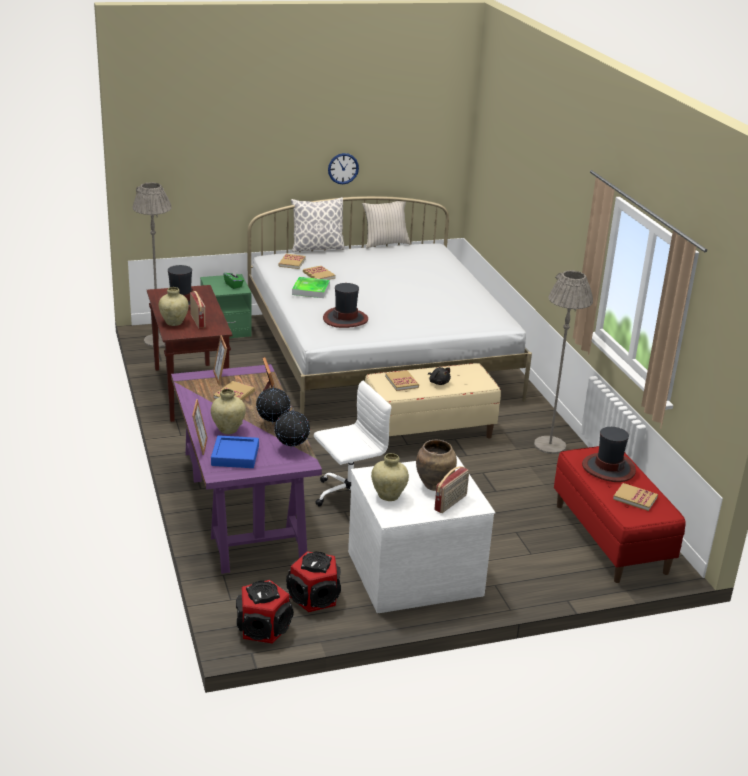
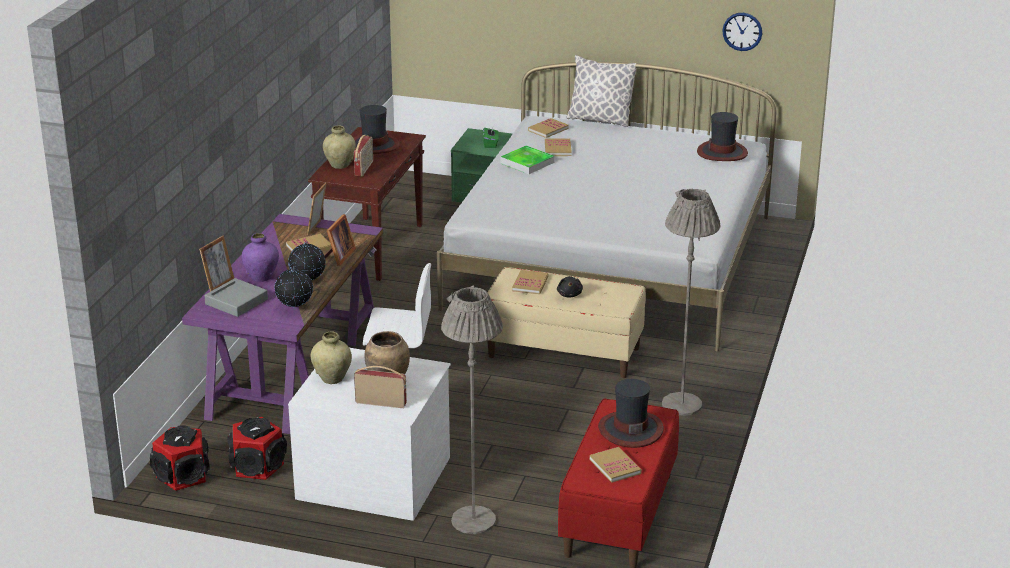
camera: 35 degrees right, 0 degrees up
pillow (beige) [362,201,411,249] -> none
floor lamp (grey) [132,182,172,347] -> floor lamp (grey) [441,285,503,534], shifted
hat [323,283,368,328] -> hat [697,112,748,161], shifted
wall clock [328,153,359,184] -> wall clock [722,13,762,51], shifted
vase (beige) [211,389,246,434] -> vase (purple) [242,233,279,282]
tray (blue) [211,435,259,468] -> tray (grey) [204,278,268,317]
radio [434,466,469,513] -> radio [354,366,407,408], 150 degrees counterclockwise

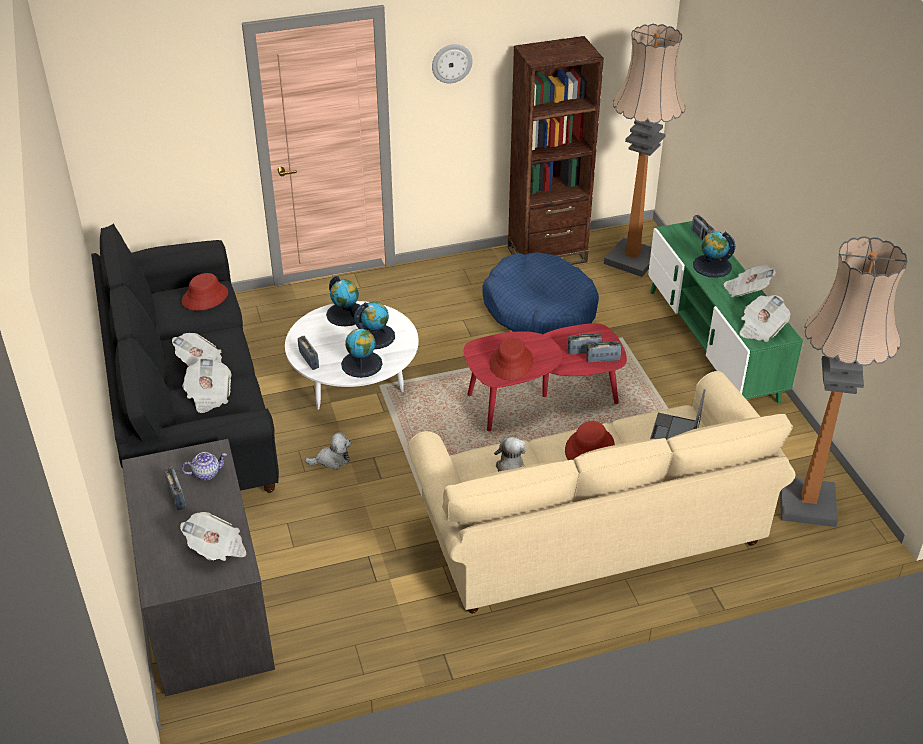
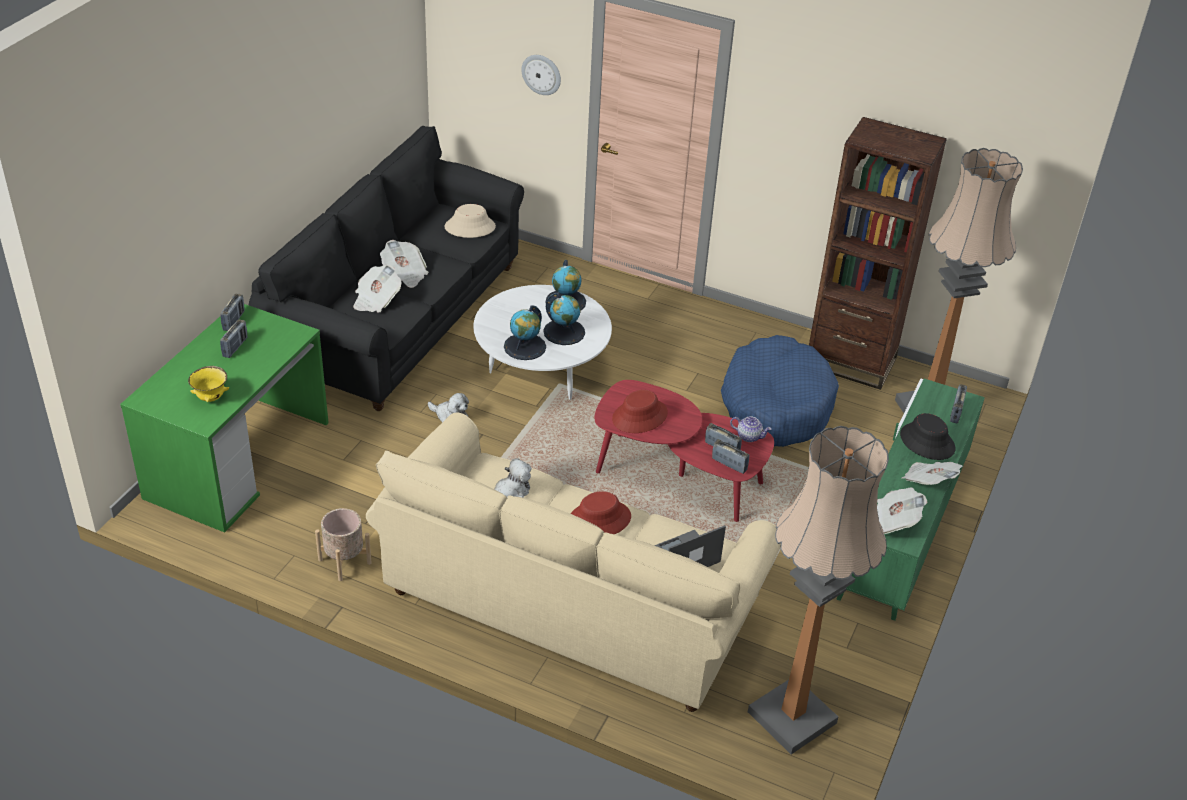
camera: 40 degrees right, 0 degrees up
none -> planter (beige) [315,508,372,581]
teapot [182,452,227,480] -> teapot [730,416,771,442], shifted
radio [298,336,319,370] -> radio [220,294,245,331], shifted
wall clock [432,44,473,83] -> wall clock [521,55,561,95], shifted
newspaper [180,512,247,561] -> bowl (yellow) [188,366,229,402]
globe [693,231,735,278] -> hat (black) [900,413,956,460]
desk (grey) [122,439,275,696] -> desk (green) [120,304,329,533]
hat (red) [182,273,228,311] -> hat (beige) [444,204,496,238]

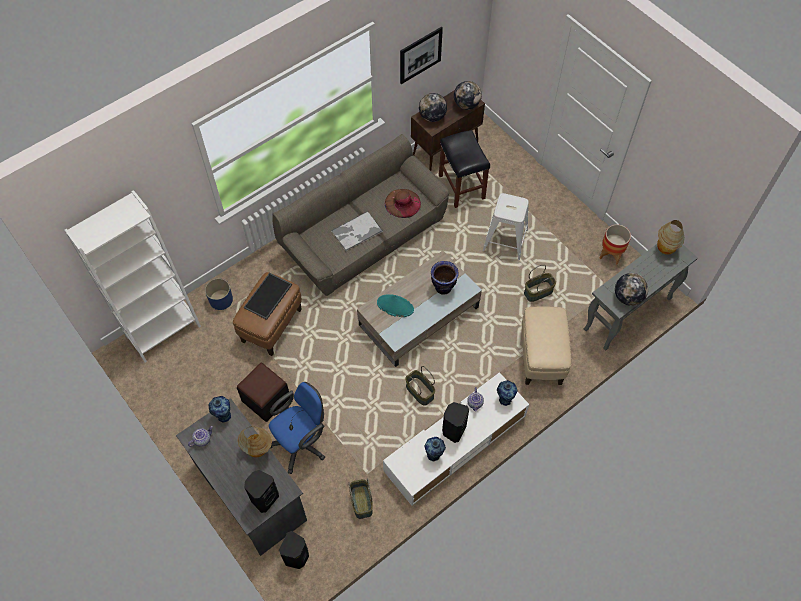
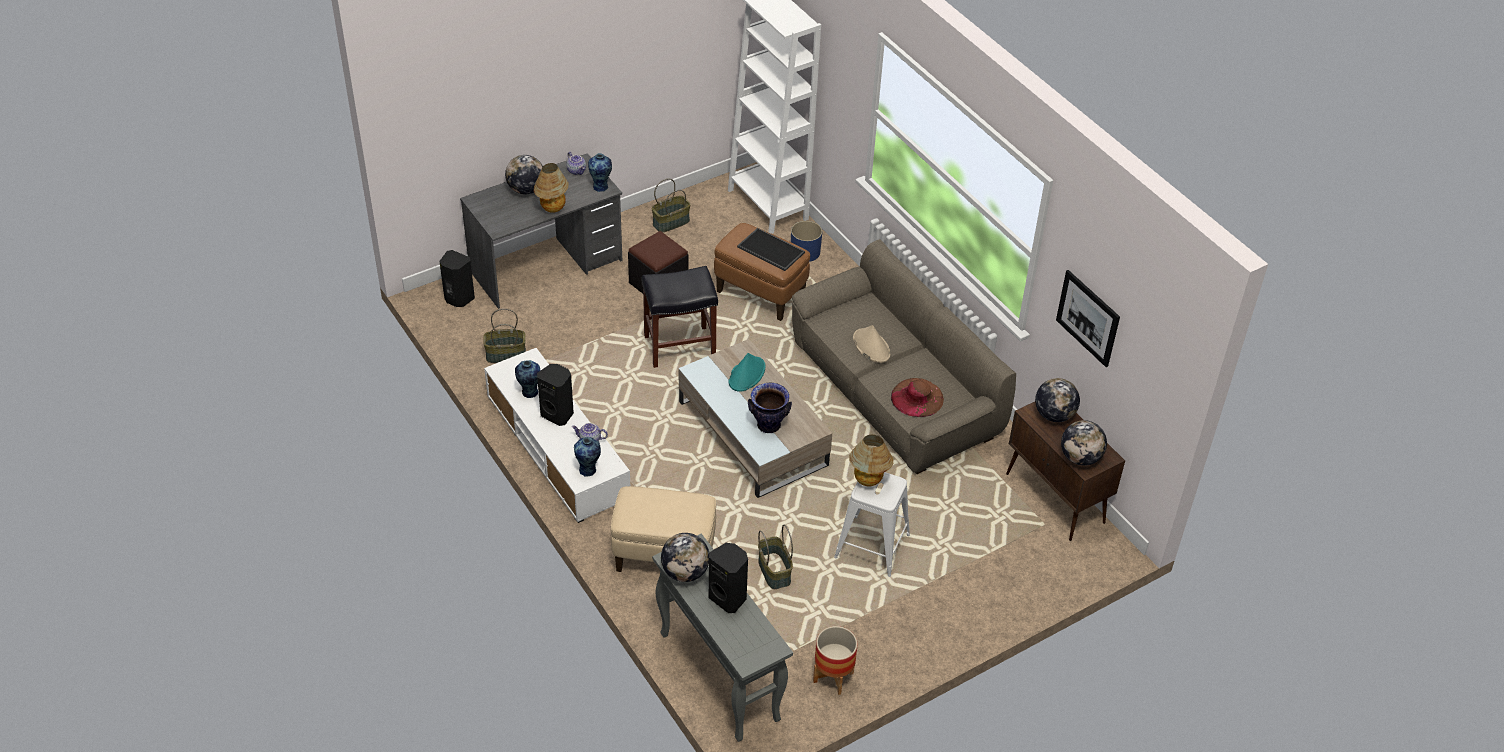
camera: 95 degrees right, 15 degrees down
office chair (blue) [269,382,325,474] -> none
none -> globe [505,155,543,195]
speaker (black) [244,470,279,513] -> speaker (black) [709,543,748,613], shifted
basket [405,366,435,406] -> basket [652,178,691,233], shifted
stool (black) [439,130,490,208] -> stool (black) [642,266,718,368], shifted
table lamp [657,220,685,255] -> table lamp [849,435,893,487], shifted
tray [331,211,383,251] -> hat (beige) [853,325,890,363]

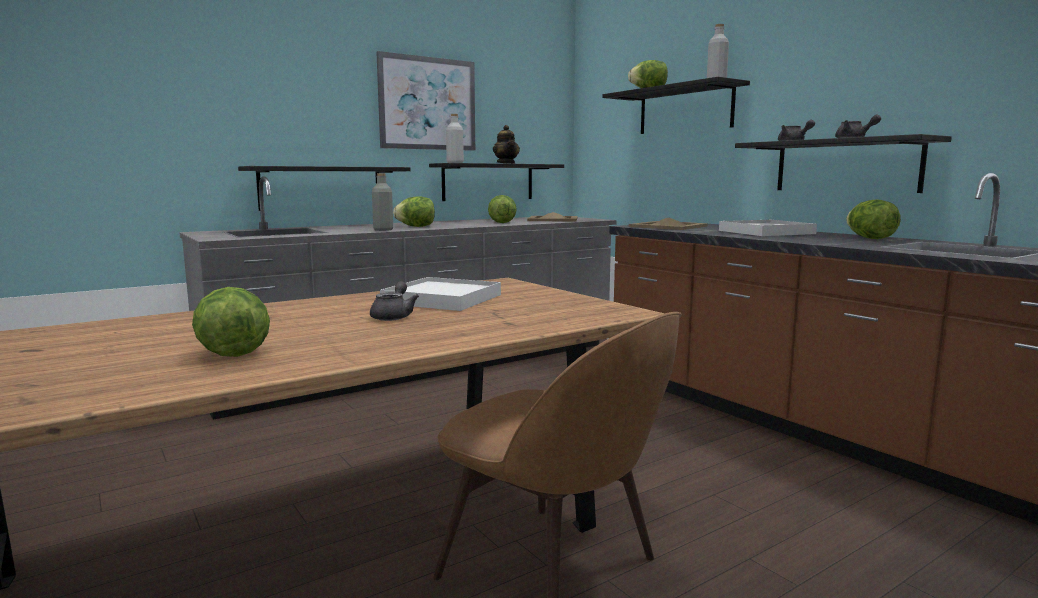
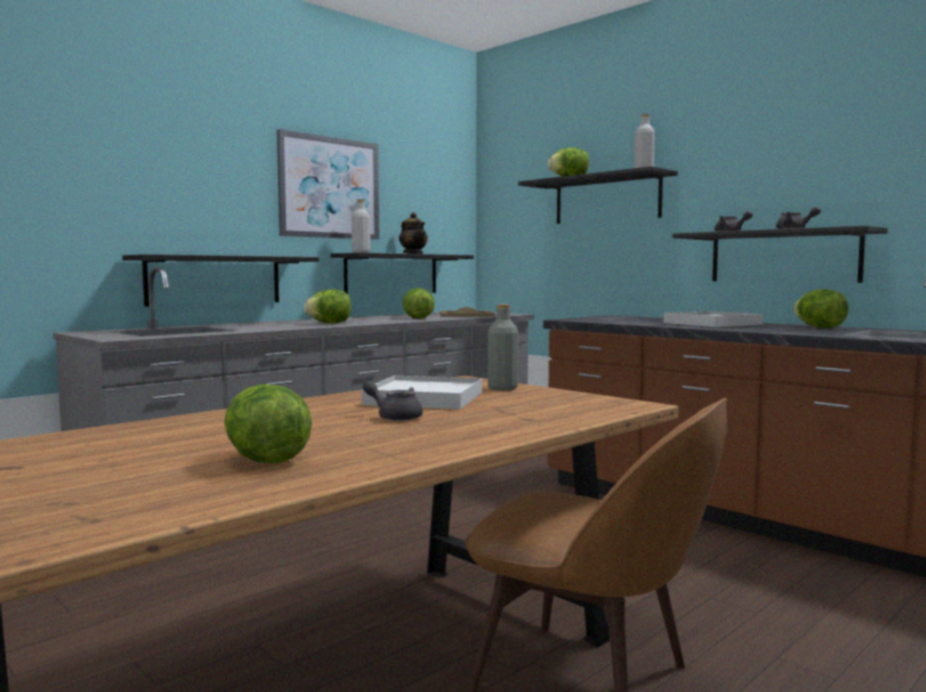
camera: 10 degrees left, 5 degrees down
tray (beige) [629,218,708,230] -> none
bottle (grey) [372,173,393,231] -> bottle (grey) [488,304,518,391], shifted
teapot (grey) [370,281,419,321] -> teapot (grey) [363,381,423,421], 60 degrees counterclockwise

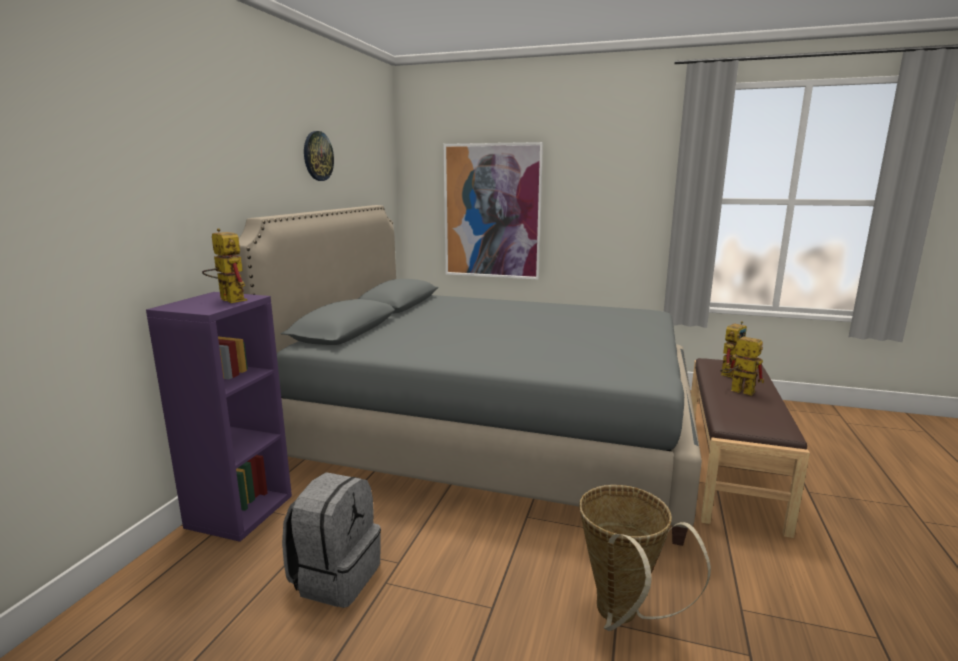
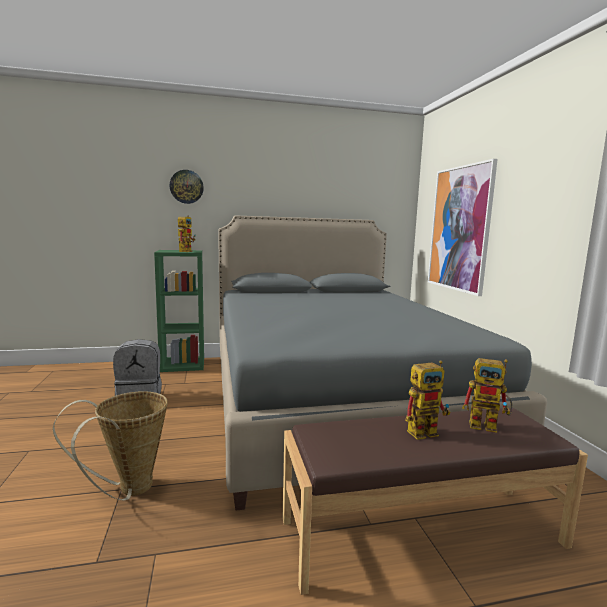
camera: 60 degrees right, 5 degrees down
wall clock [304,131,334,181] -> wall clock [170,170,204,204], shifted
bookcase (purple) [146,292,292,542] -> bookcase (green) [154,250,204,372]
toy robot [720,334,764,396] -> toy robot [405,361,450,440], 60 degrees clockwise

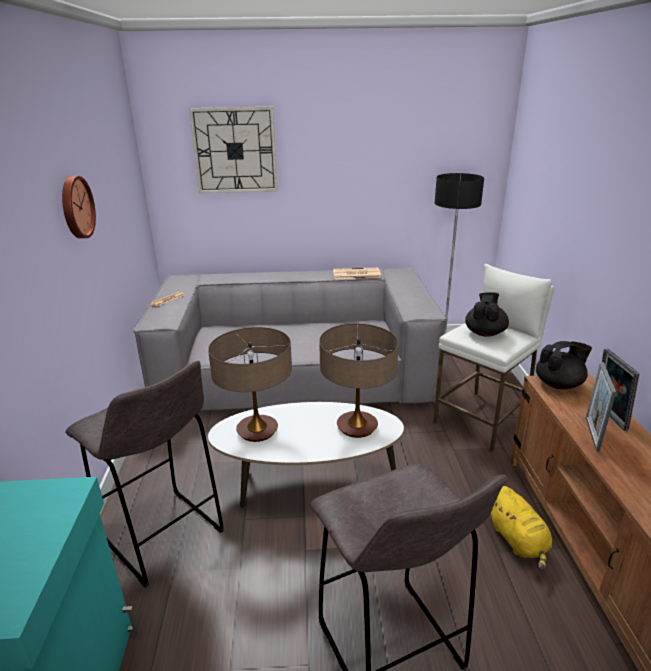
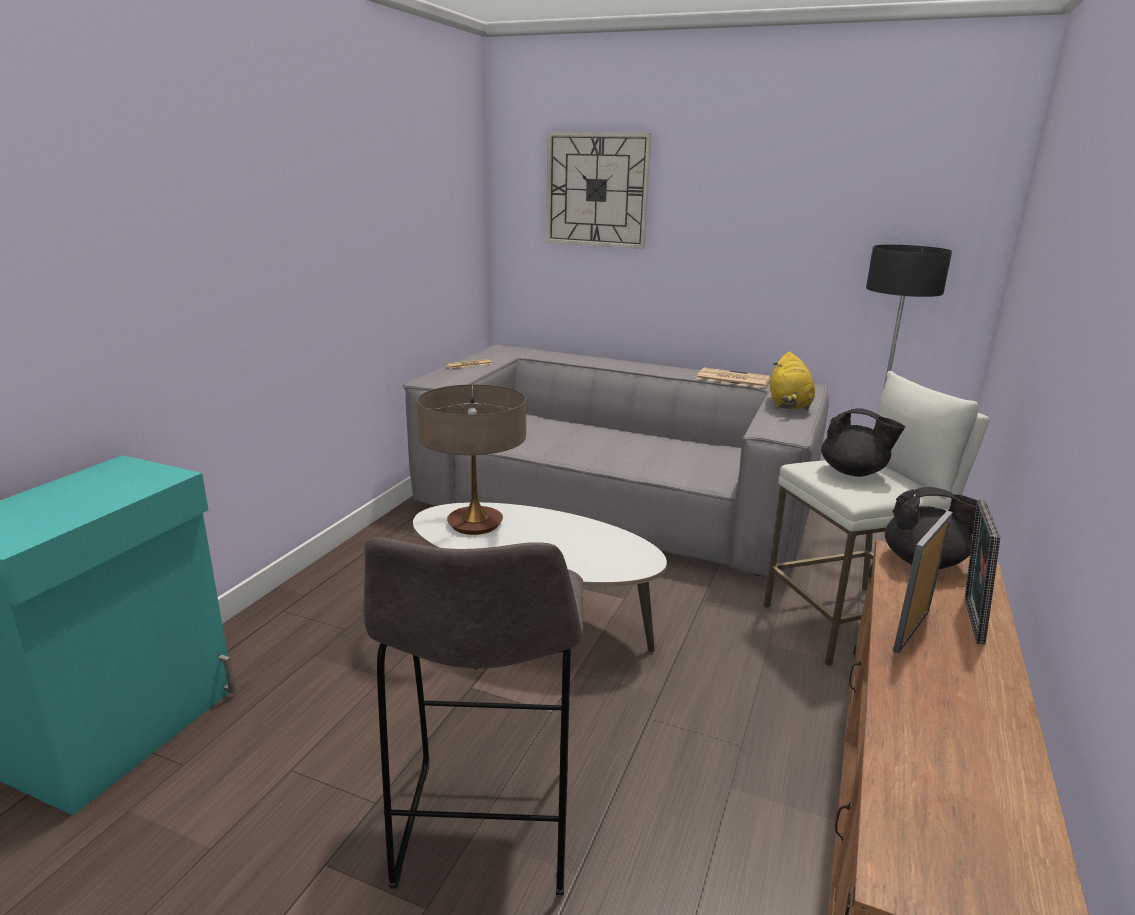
camera: 25 degrees right, 5 degrees down
wall clock [62,176,96,239] -> none
stool (grey) [65,361,224,587] -> none
table lamp [319,324,399,438] -> none
plush toy (yellow) [491,486,552,570] -> plush toy (yellow) [770,352,815,410], shifted
teapot (black) [465,292,509,337] -> teapot (black) [821,408,905,477], 75 degrees clockwise

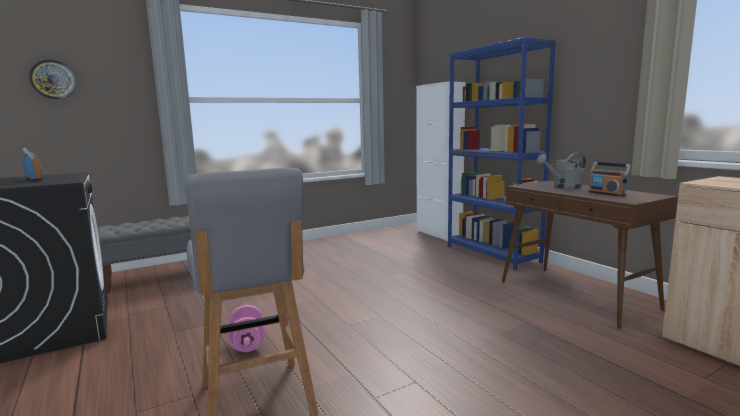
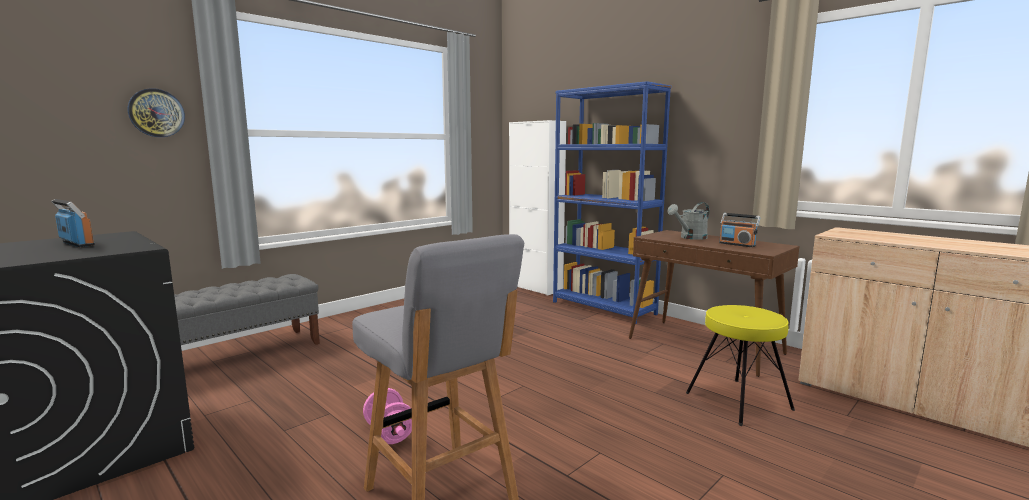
camera: 15 degrees left, 0 degrees up
none -> stool (yellow) [686,305,795,426]
wall clock [29,60,76,99] -> wall clock [128,88,185,137], shifted

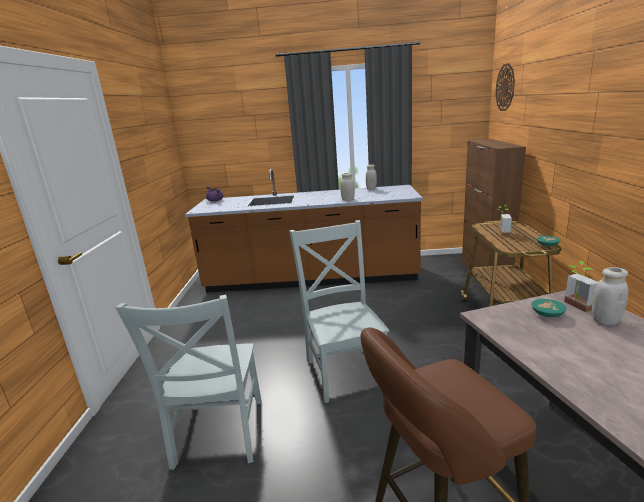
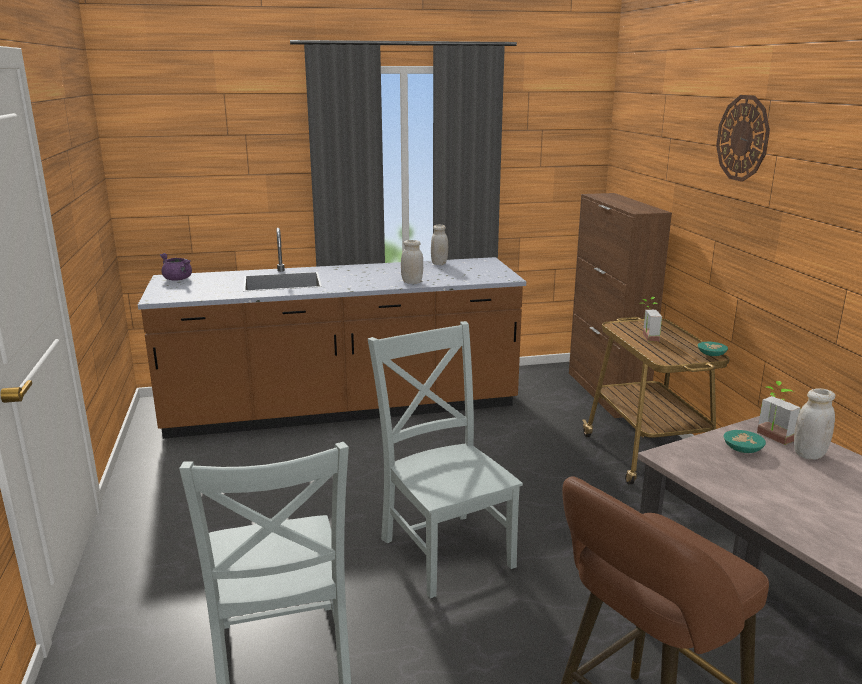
camera: 15 degrees left, 0 degrees up
wall clock [495,63,515,111] -> wall clock [716,95,770,182], shifted

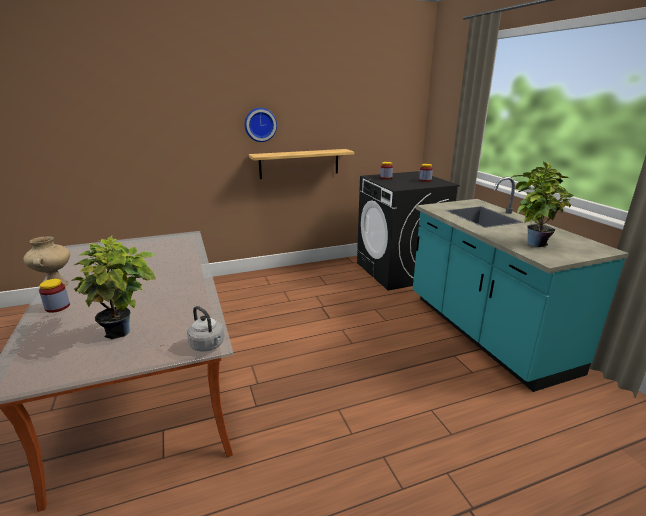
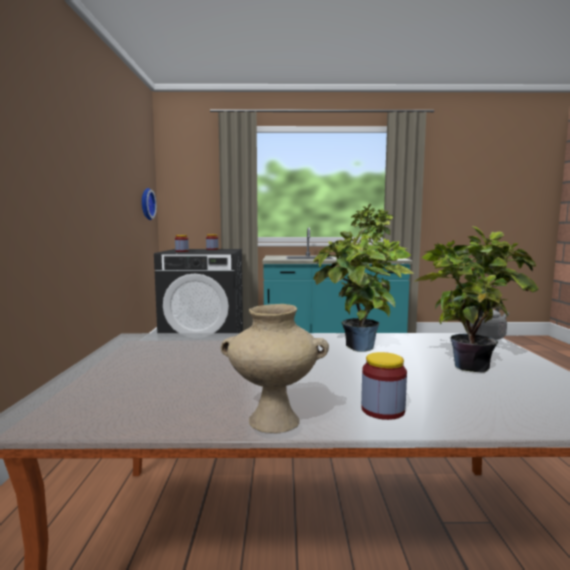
camera: 70 degrees left, 15 degrees down
shelf [249,149,354,179] -> none
none -> potted plant [313,226,414,352]
wall clock [244,108,277,142] -> wall clock [142,188,157,220], shifted

